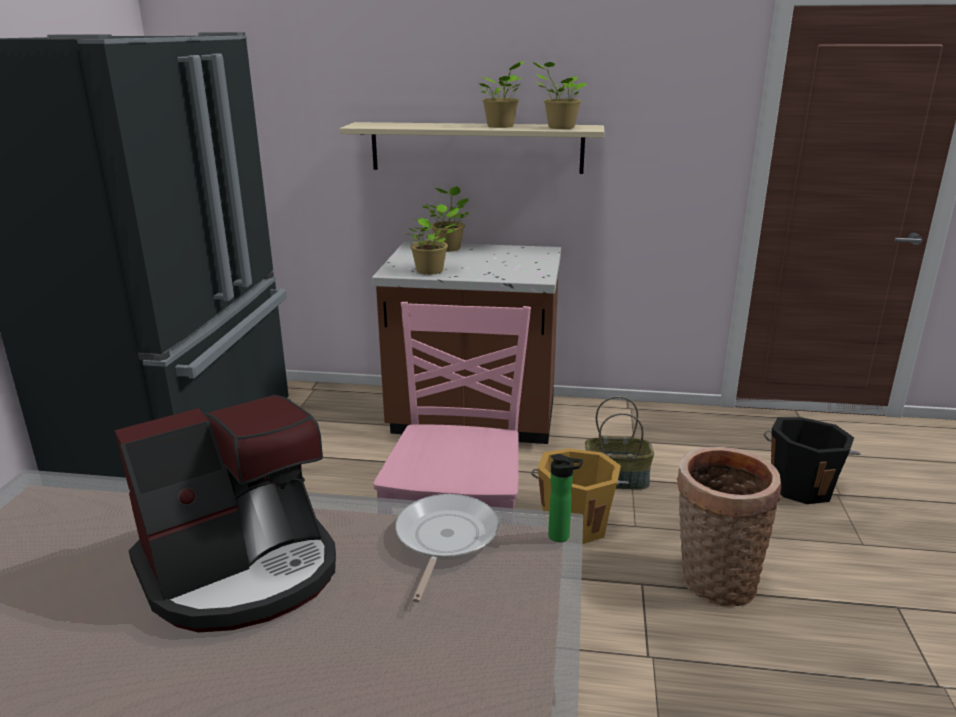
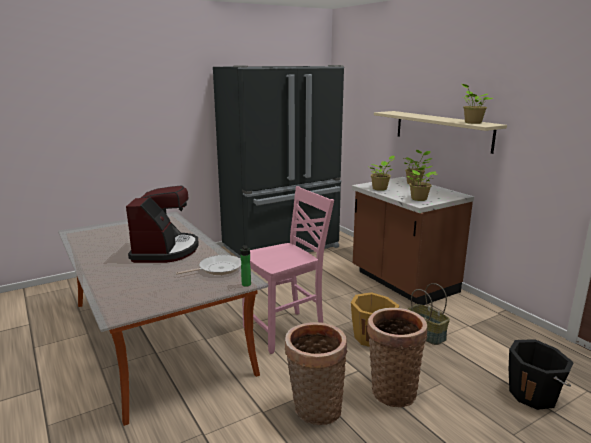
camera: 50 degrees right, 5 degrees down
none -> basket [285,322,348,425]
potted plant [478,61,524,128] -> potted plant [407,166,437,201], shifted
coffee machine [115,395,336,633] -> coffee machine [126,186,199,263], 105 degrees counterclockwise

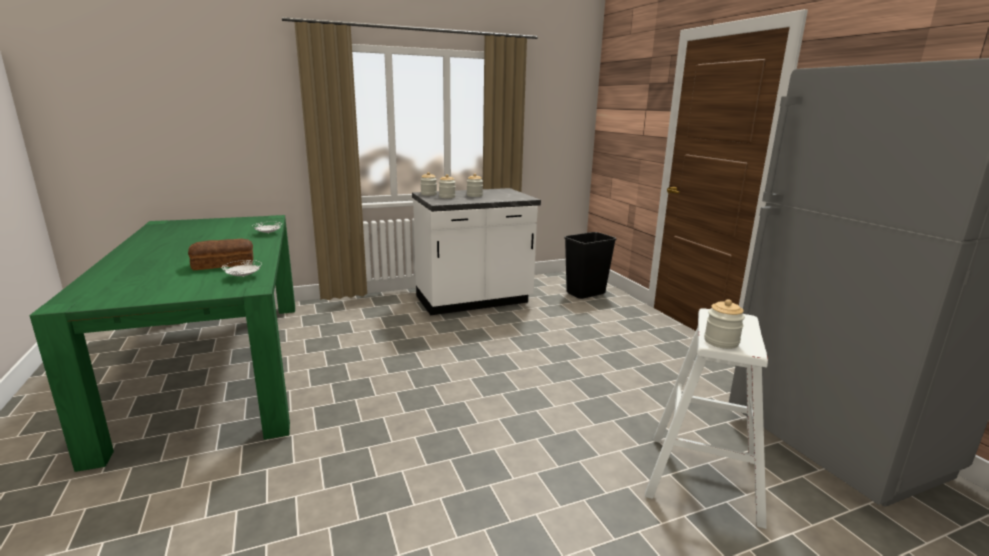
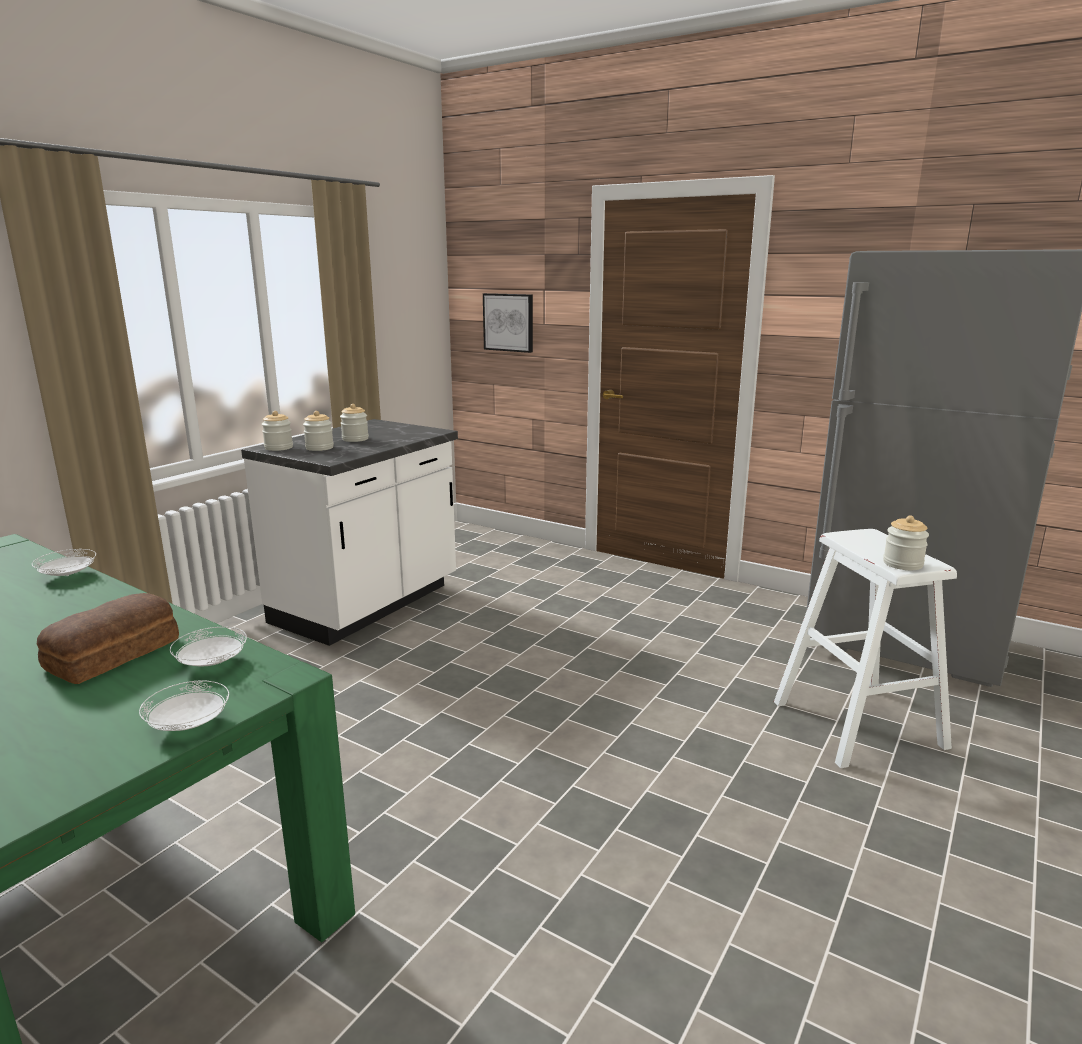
camera: 35 degrees left, 0 degrees up
trash can (black) [564,232,616,299] -> none
none -> plate (white) [139,681,229,731]
none -> picture [483,293,533,353]

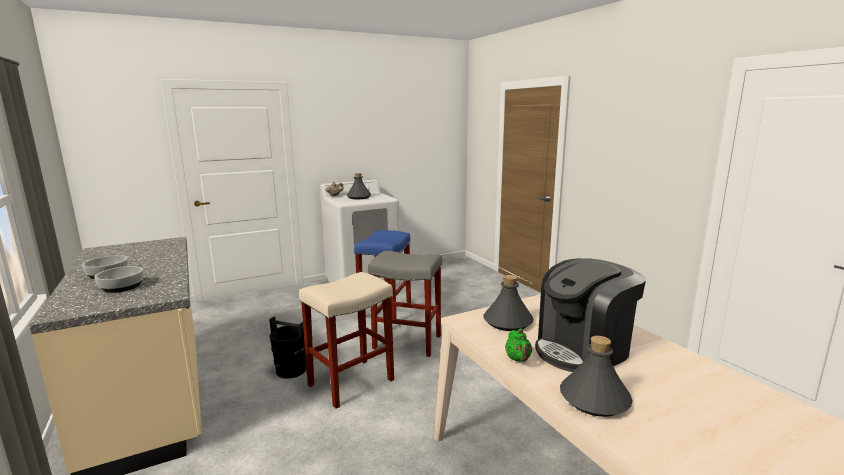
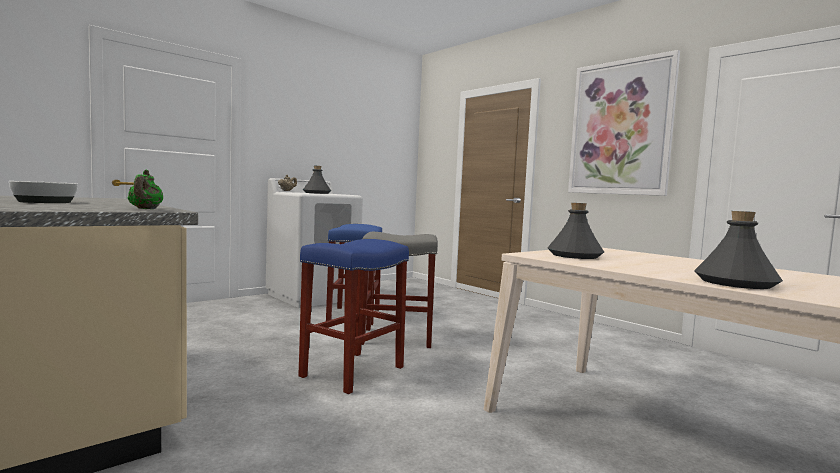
camera: 15 degrees left, 10 degrees down
bowl [94,266,144,293] -> none
bucket (black) [269,317,307,379] -> none
coffee machine [535,258,646,372] -> none
none -> picture [568,50,680,196]
teapot (green) [505,328,532,362] -> teapot (green) [128,170,163,209], shifted
stool (beige) [299,272,394,409] -> stool (blue) [298,239,409,394]

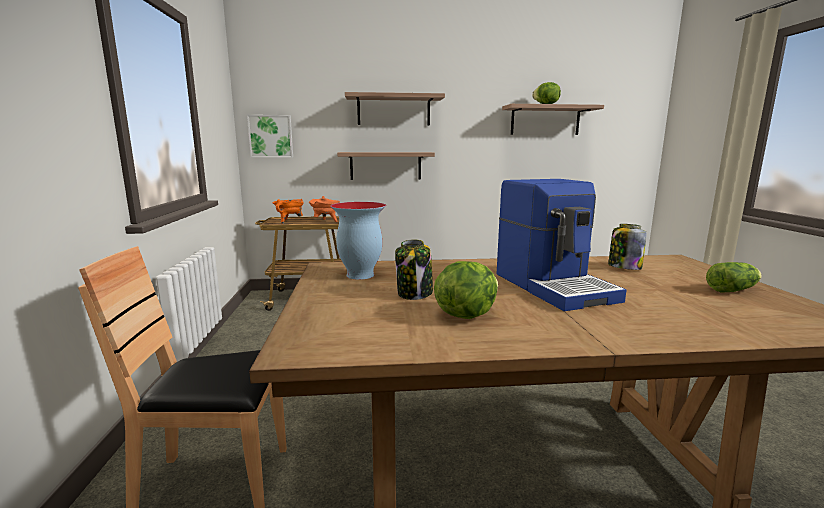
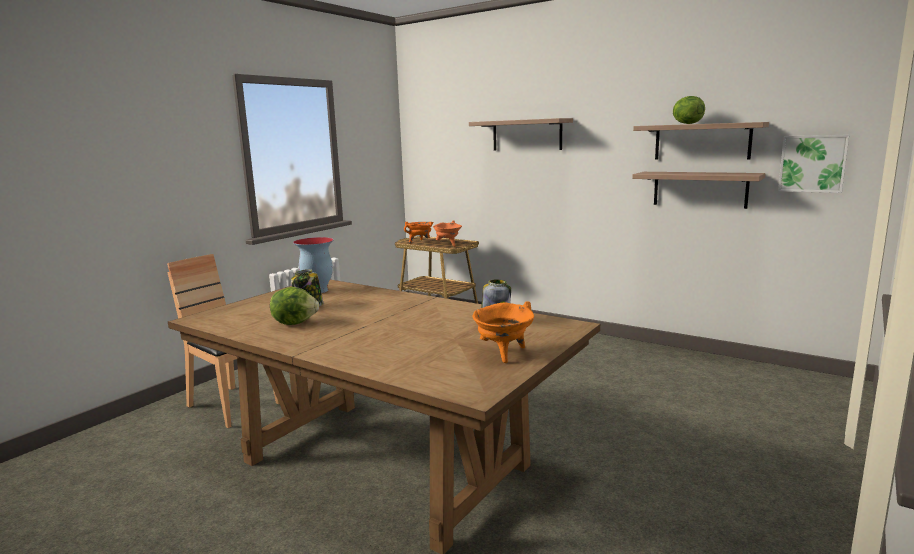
camera: 40 degrees right, 0 degrees up
coffee machine [497,179,626,311] -> none
picture [247,115,293,158] -> picture [778,135,850,193], shifted
shelf [337,152,435,180] -> shelf [632,172,765,209], shifted
lettuce [706,262,762,293] -> cooking pot (orange) [472,301,534,363]

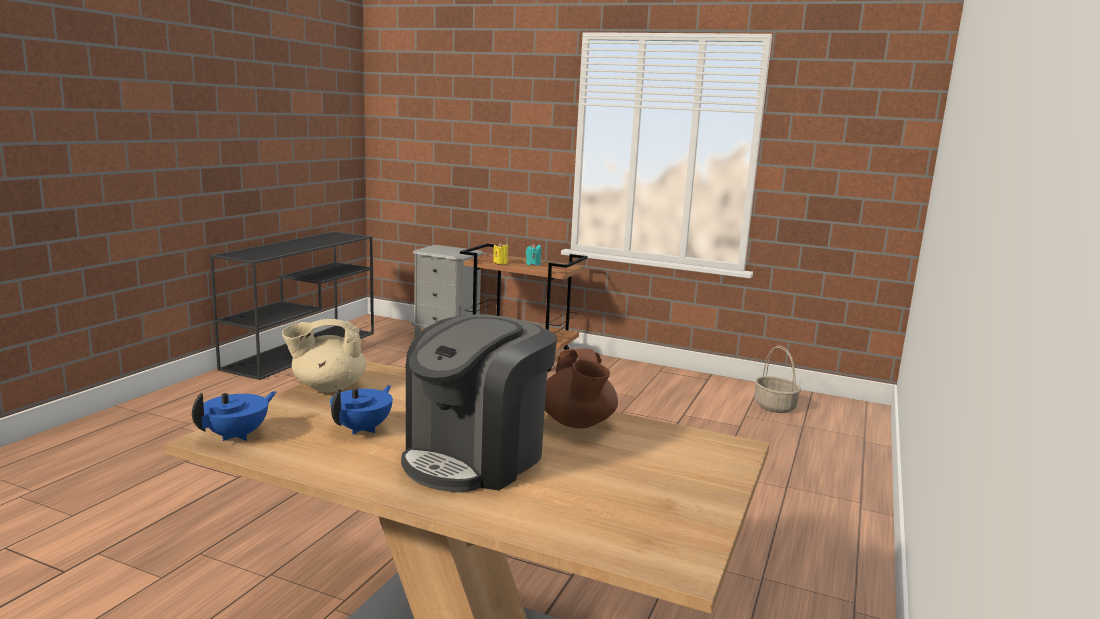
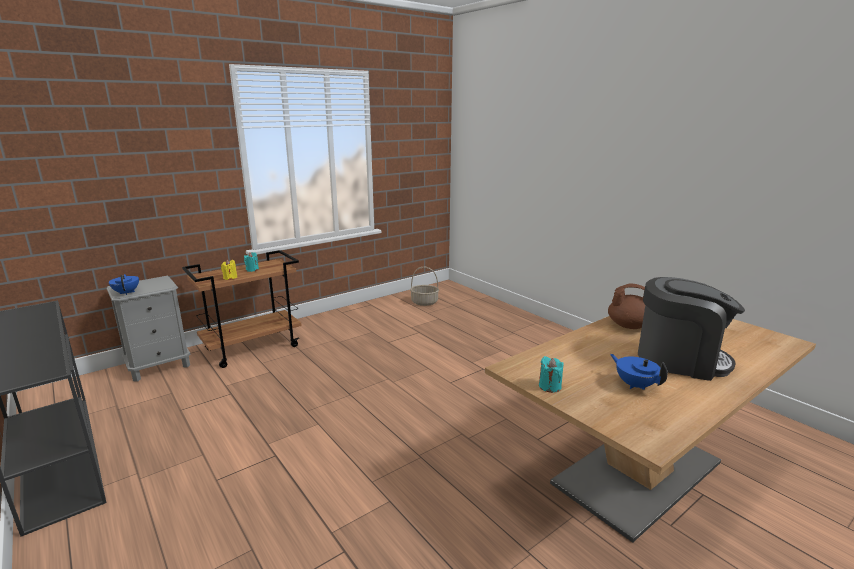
camera: 60 degrees left, 5 degrees up
teapot (blue) [192,391,277,441] -> teapot (blue) [109,274,139,295], shifted
teapot (beige) [282,319,367,393] -> candle (turquoise) [539,356,563,393]
coffee machine [401,314,557,492] -> coffee machine [638,277,745,381], 45 degrees counterclockwise

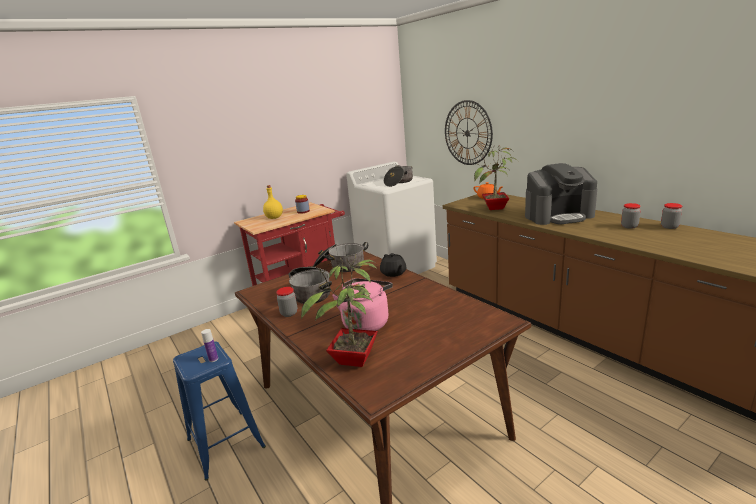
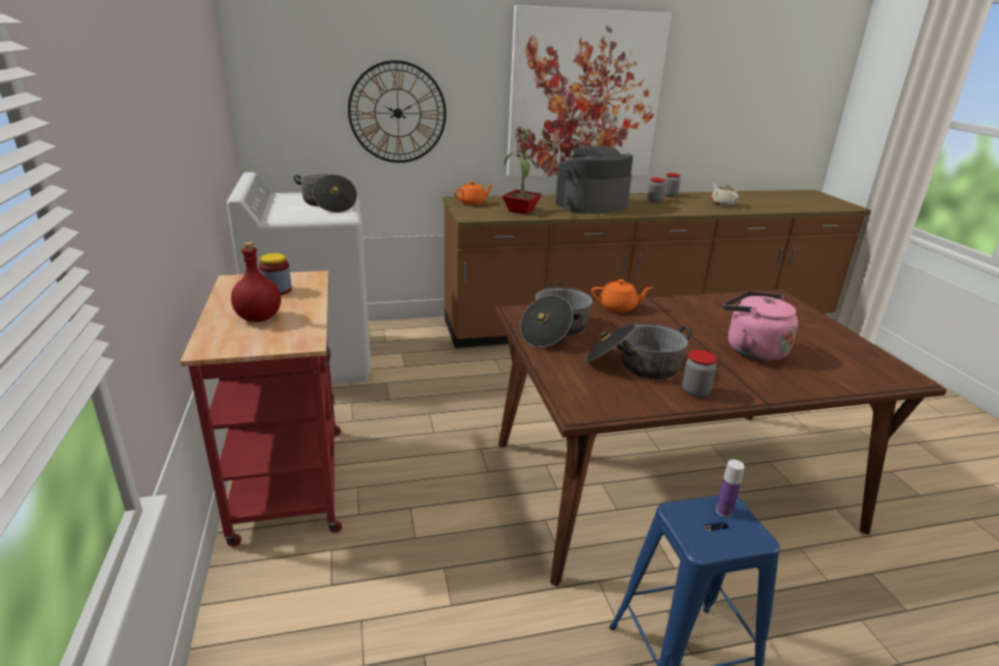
camera: 70 degrees left, 5 degrees up
potted plant [301,255,378,367] -> none
none -> picture [507,5,672,177]
none -> teapot (beige) [711,183,739,206]
bottle (yellow) [263,185,283,219] -> bottle (red) [231,242,281,322]
teapot (black) [380,253,406,277] -> teapot (orange) [591,279,653,313]
coffee machine [525,163,597,225] -> coffee machine [555,146,633,214], 135 degrees counterclockwise

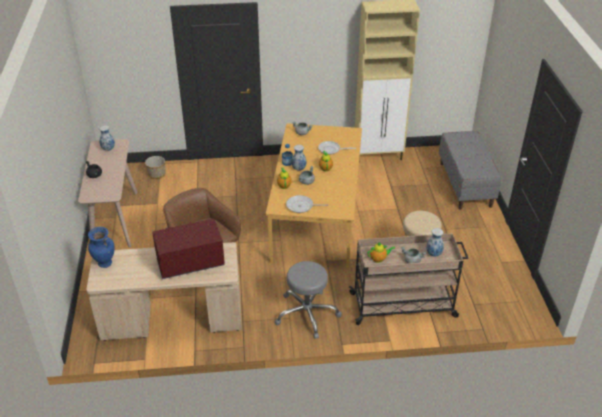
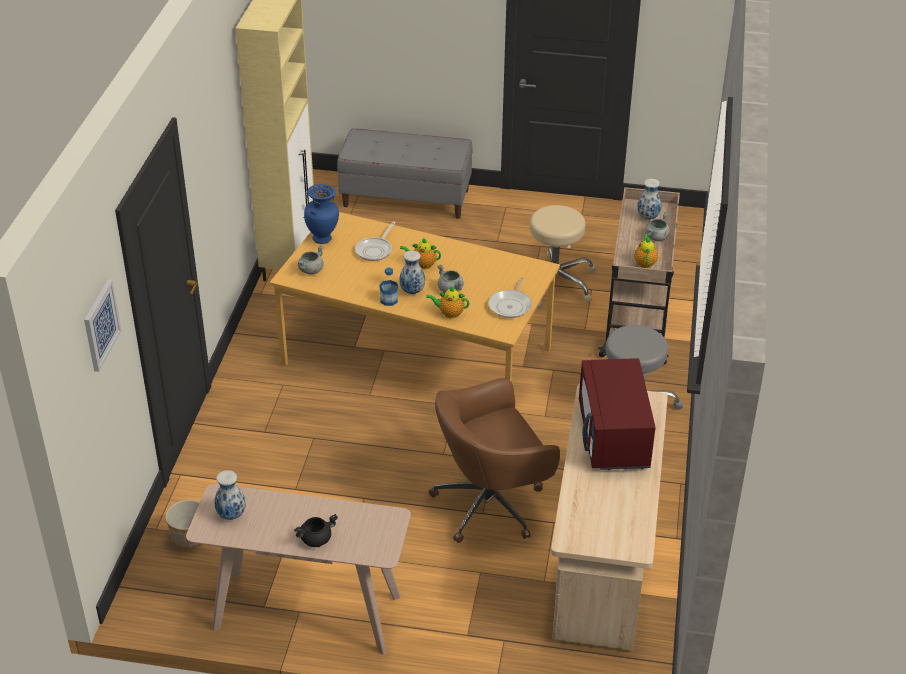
camera: 75 degrees left, 0 degrees up
none -> picture [84,279,122,372]
vase (blue) [88,227,114,268] -> vase (blue) [304,184,339,244], shifted

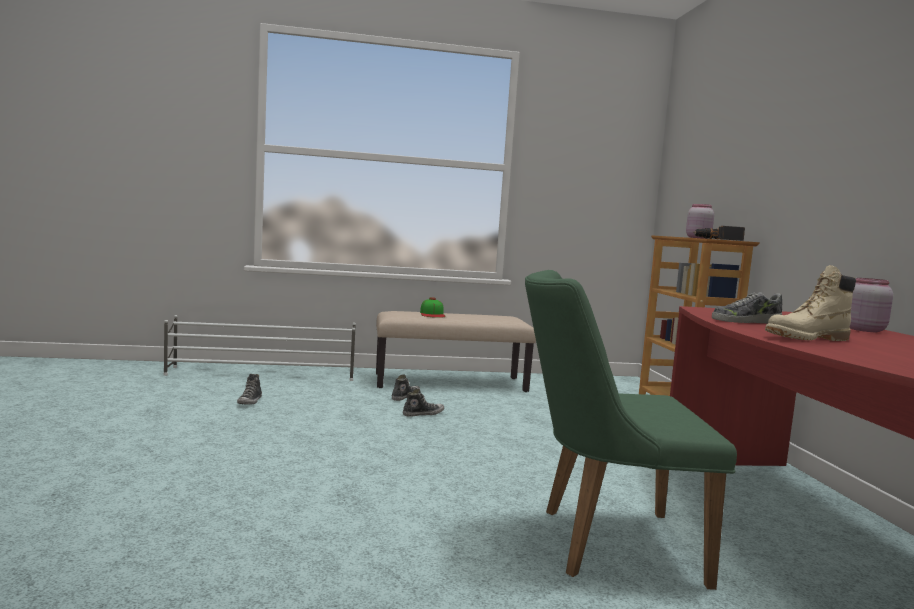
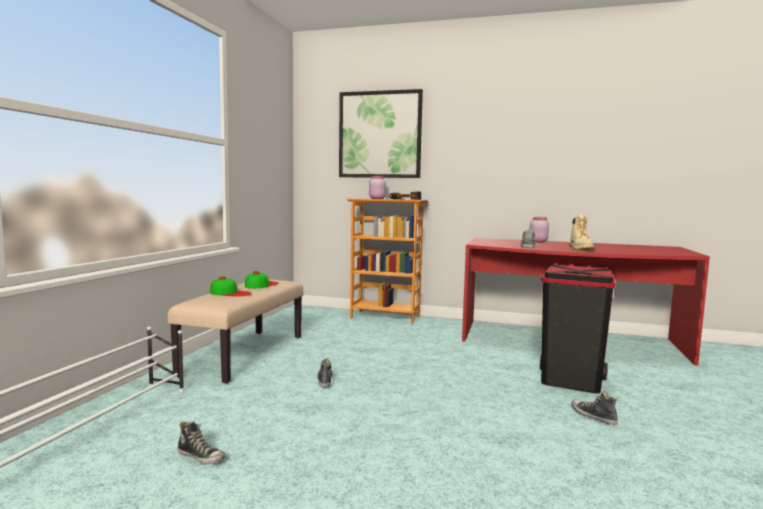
camera: 65 degrees left, 0 degrees up
none -> cap [245,271,279,289]
none -> picture [339,89,423,178]
shoe [392,374,420,401] -> shoe [571,391,618,425], shifted
chair (green) [525,270,737,590] -> trash can (black) [540,263,616,394]

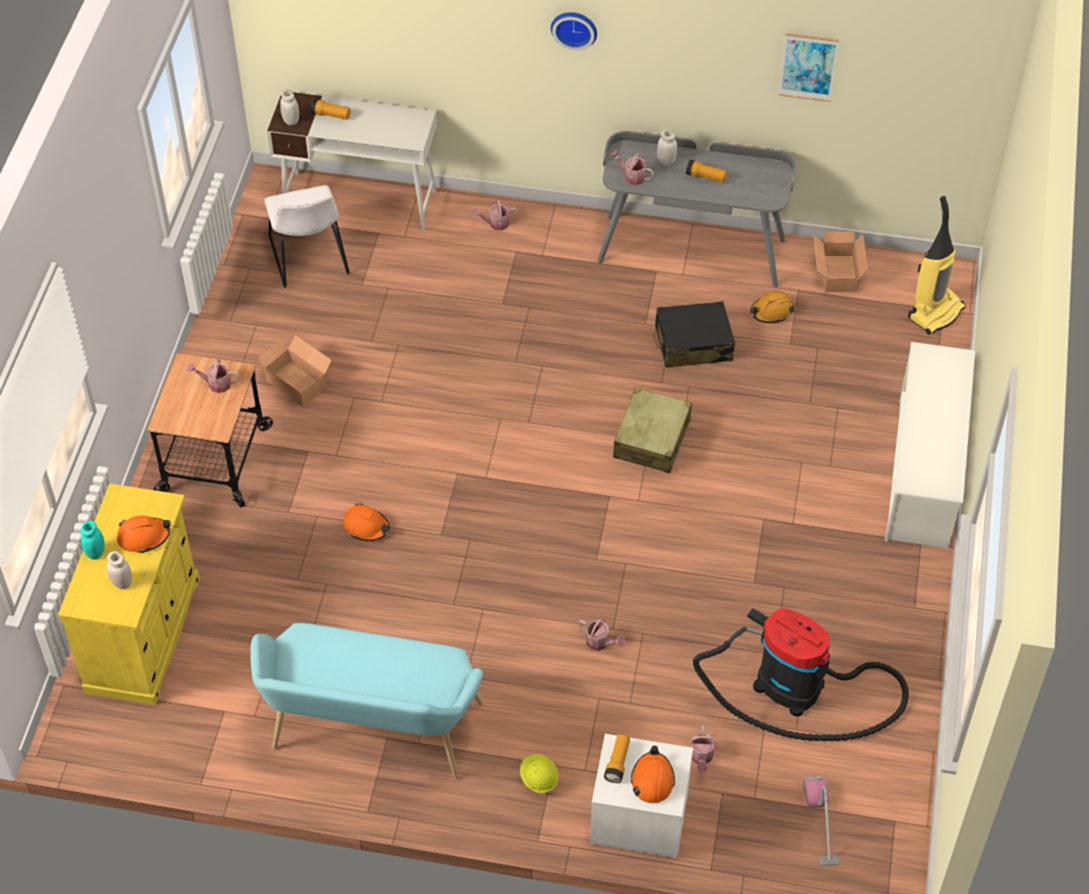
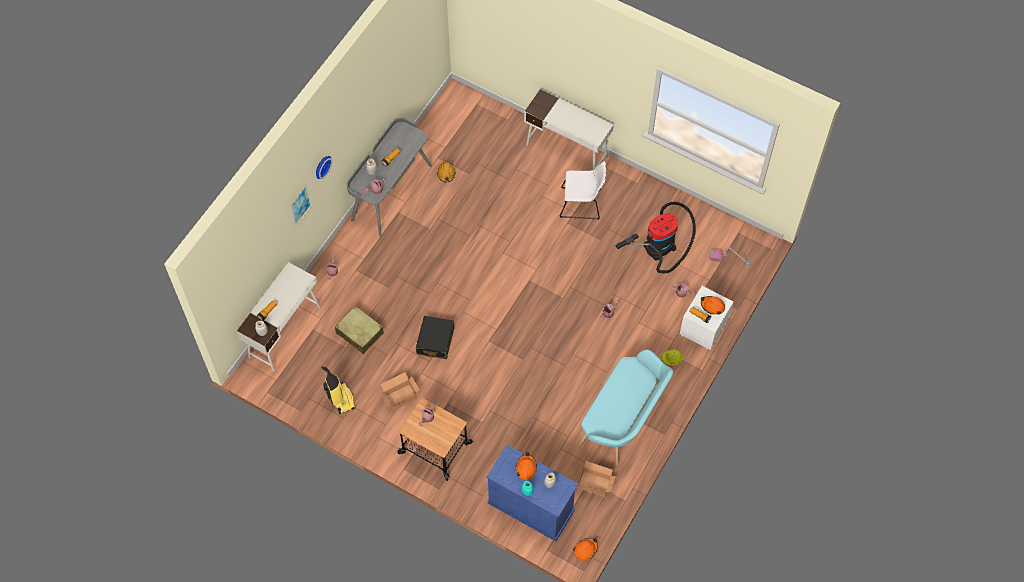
camera: 70 degrees left, 10 degrees up
chair (white) [265,185,349,288] -> chair (white) [560,162,606,220], shifted
hard hat (orange) [343,503,390,541] -> hard hat (orange) [573,538,598,561], shifted
suitcase (beige) [613,387,692,473] -> suitcase (beige) [335,305,384,354], shifted
suitcase (black) [653,301,735,368] -> suitcase (black) [416,316,455,359], shifted
picture [778,33,839,102] -> picture [290,184,312,227], shifted
cardboard box [813,231,868,292] -> cardboard box [575,461,616,497], shifted
vacuum cleaner [908,196,966,335] -> vacuum cleaner [321,366,355,414], shifted
shoe rack (white) [885,342,975,548] -> desk (white) [524,89,614,170]
cabinet (yellow) [58,483,200,705] -> cabinet (blue) [486,445,579,541]

